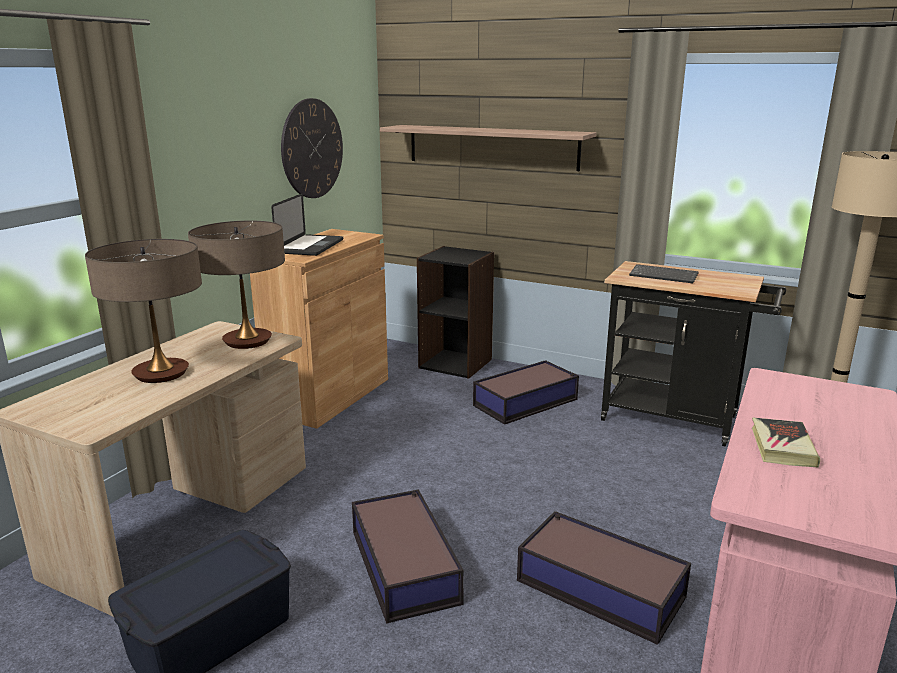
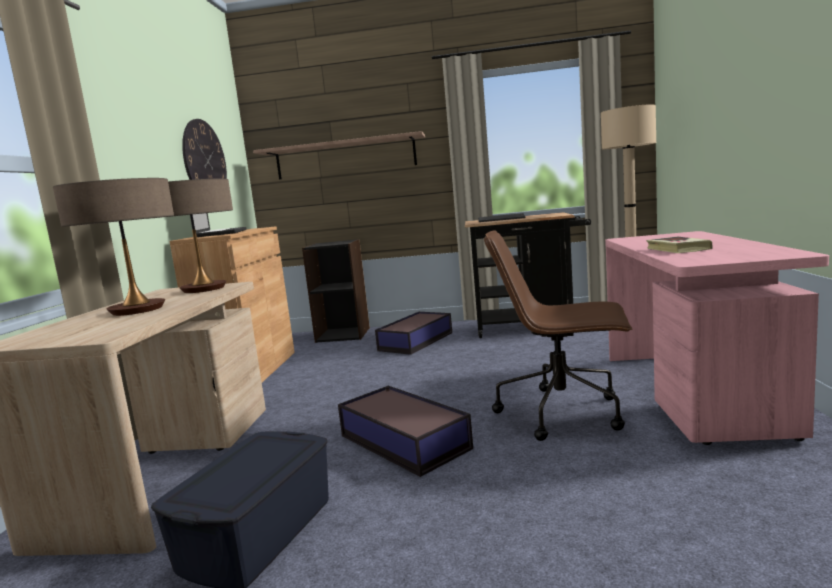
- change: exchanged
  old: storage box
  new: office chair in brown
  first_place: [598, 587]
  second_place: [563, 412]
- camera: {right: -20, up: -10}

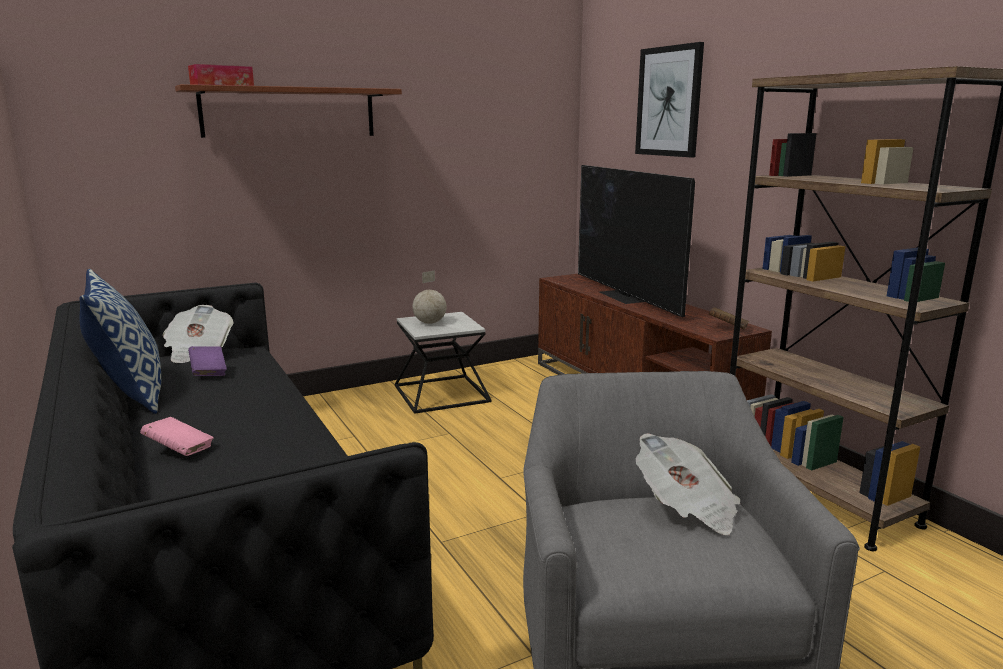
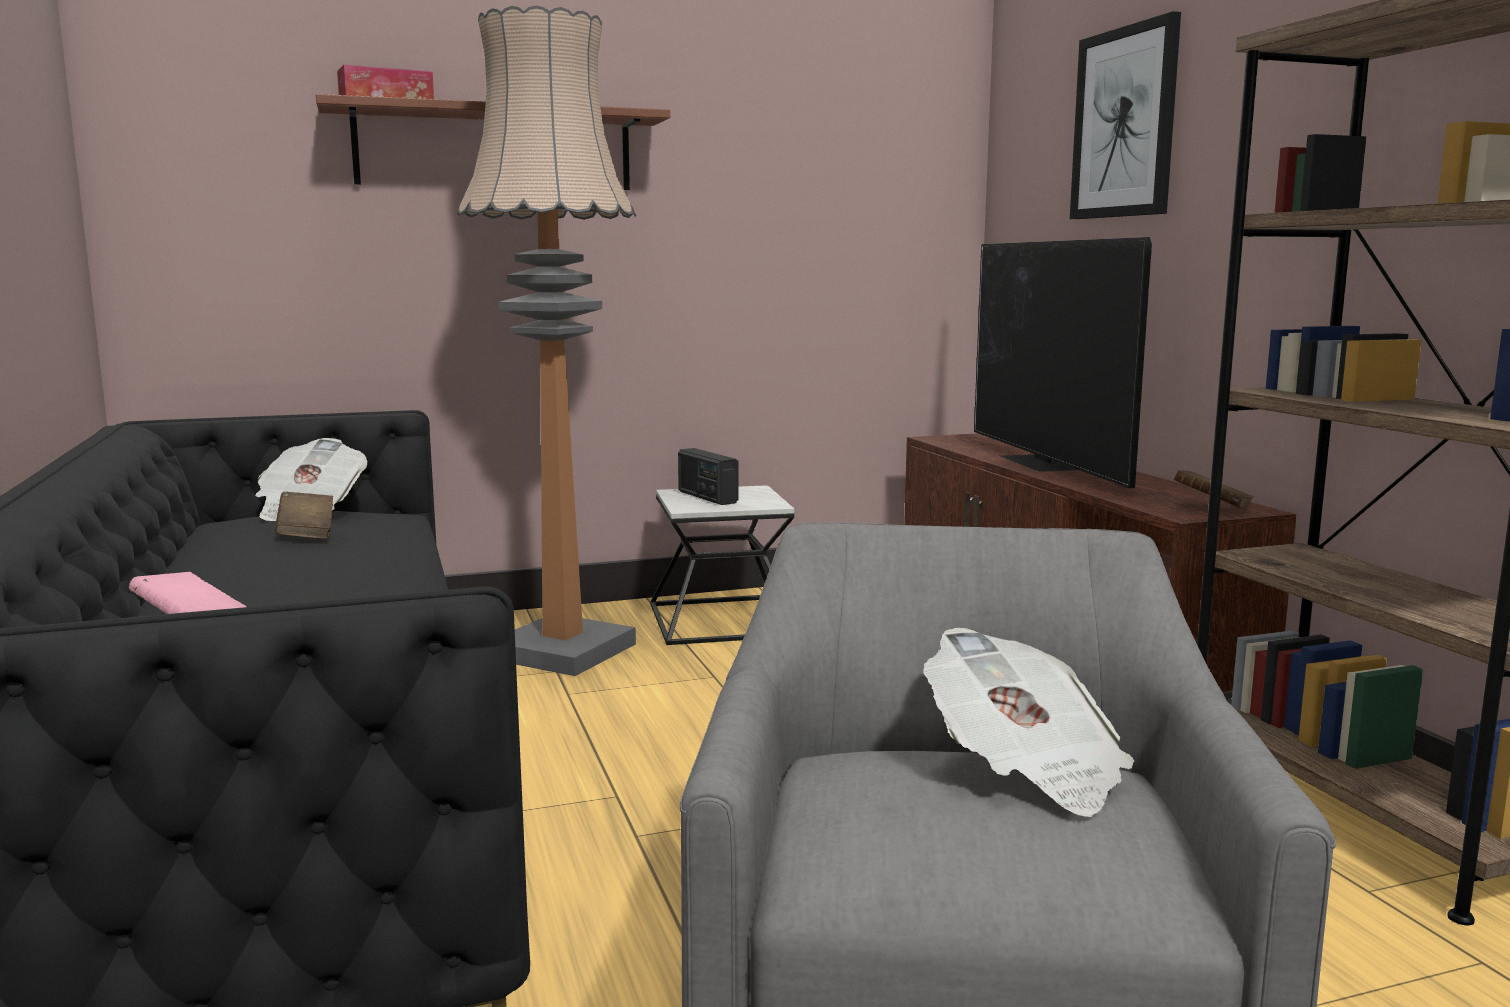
- change: missing
  old: pillow
  first_place: [130, 395]
- change: colour
  old: book in purple
  new: book in brown
  first_place: [208, 372]
  second_place: [306, 533]
- change: exchanged
  old: globe
  new: radio
  first_place: [430, 323]
  second_place: [707, 497]
- change: appeared
  new: floor lamp
  second_place: [563, 651]
- camera: {right: 10, up: -5}

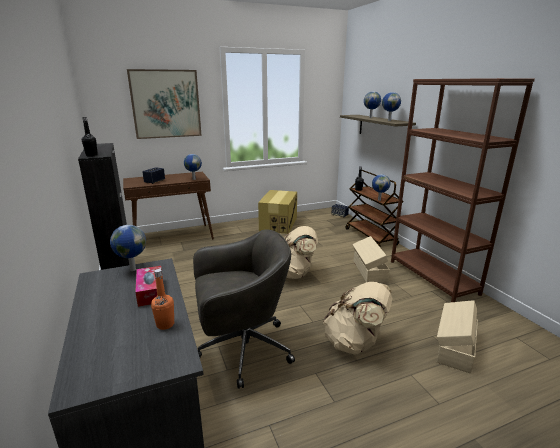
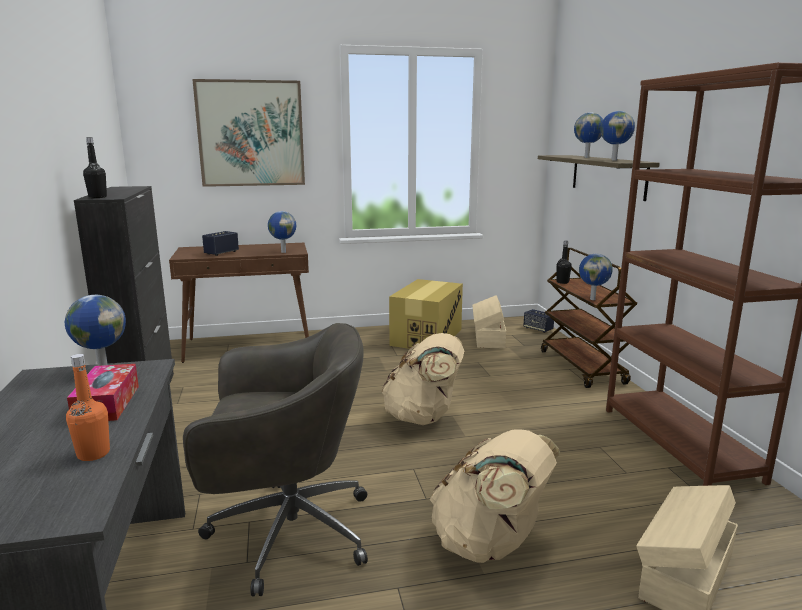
- change: relocated
  old: storage box in beige
  first_place: [369, 271]
  second_place: [488, 338]
- camera: {right: 10, up: -5}

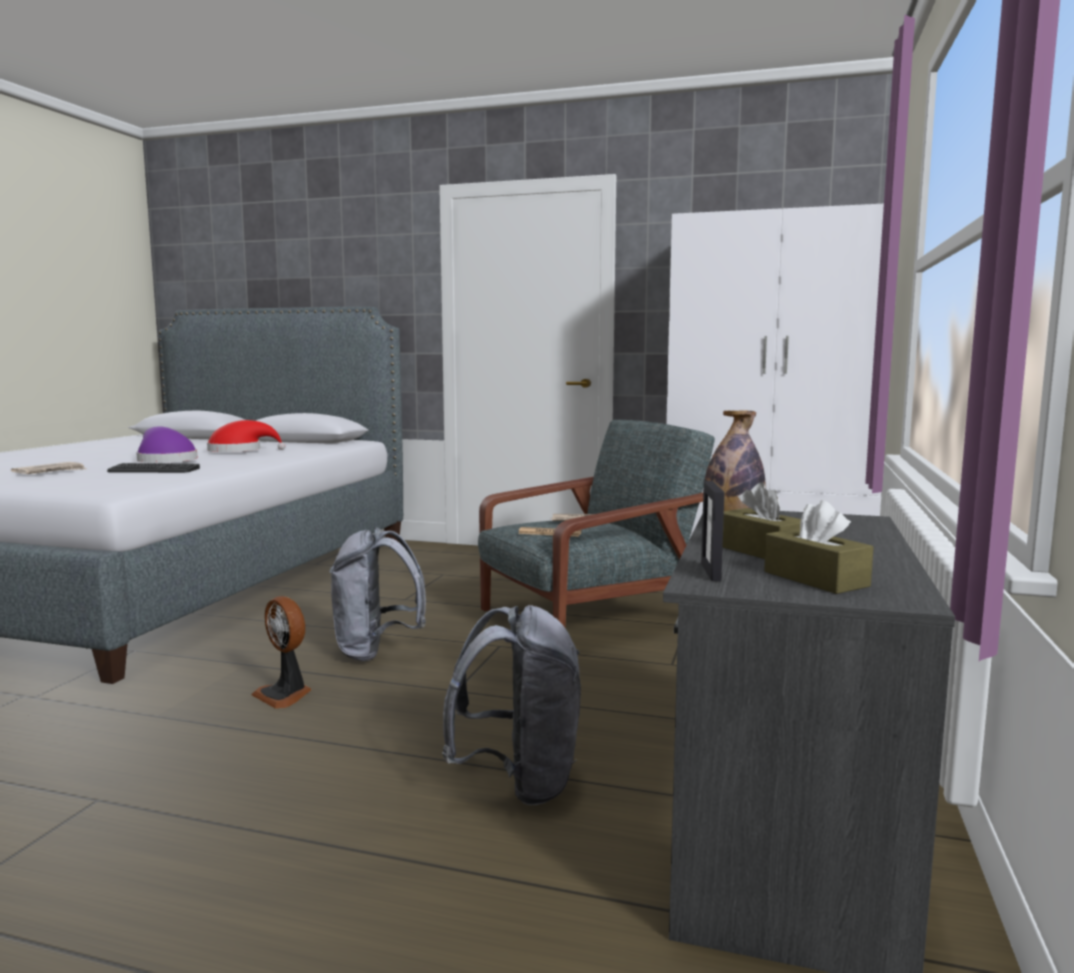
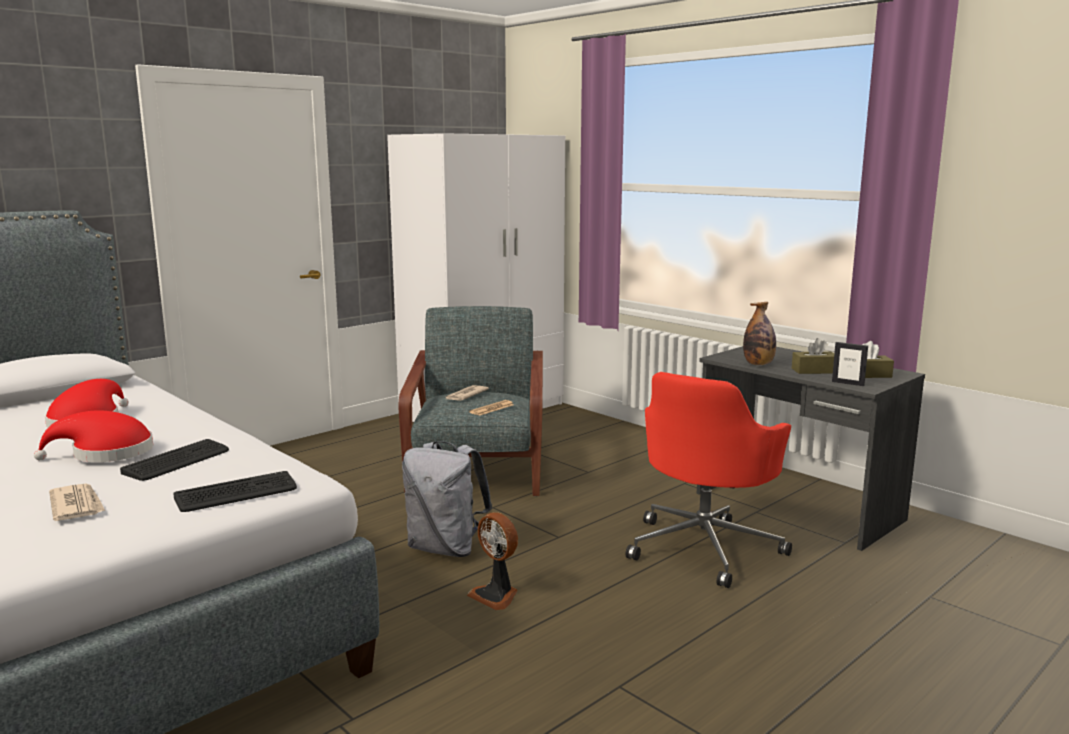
- change: colour
  old: hat in purple
  new: hat in red
  first_place: [164, 461]
  second_place: [106, 453]
- change: spun
  old: fan
  first_place: [285, 695]
  second_place: [496, 595]
  degrees: 60
- change: exchanged
  old: backpack in grey
  new: office chair in red
  first_place: [519, 782]
  second_place: [705, 547]
- change: appeared
  new: keyboard
  second_place: [236, 493]
- camera: {right: -60, up: 5}

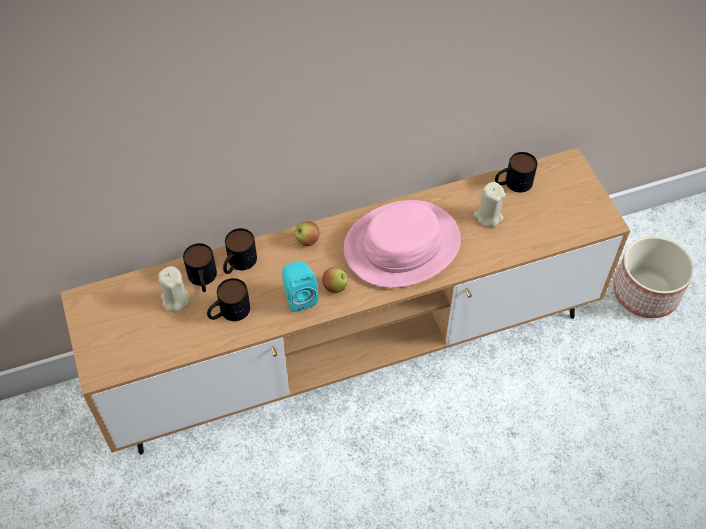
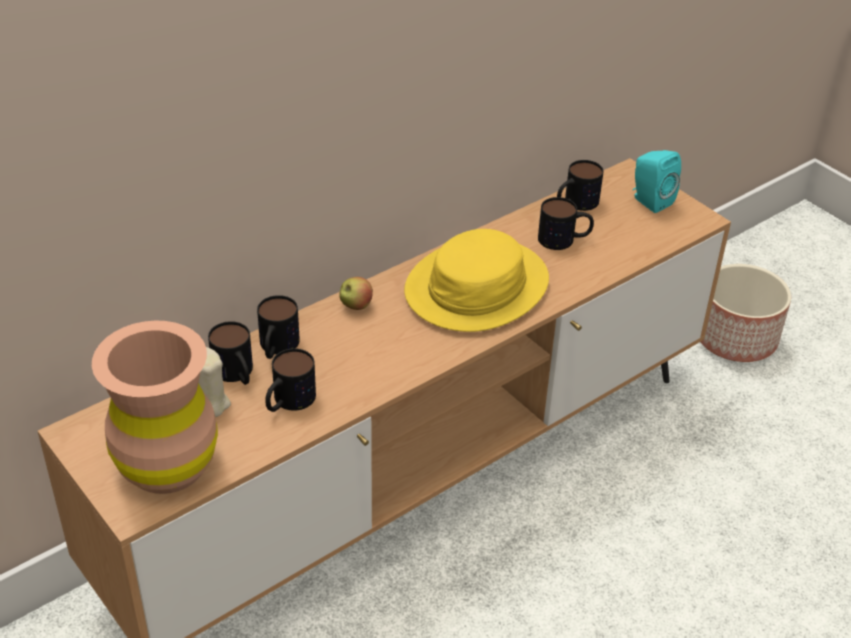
- change: relocated
  old: speaker in turquoise
  first_place: [299, 296]
  second_place: [649, 201]
- change: missing
  old: apple
  first_place: [335, 287]
- change: colour
  old: hat in pink
  new: hat in yellow
  first_place: [402, 245]
  second_place: [477, 287]
- change: exchanged
  old: candle in beige
  new: mug
  first_place: [488, 216]
  second_place: [564, 239]
- change: appeared
  new: vase in brown
  second_place: [167, 465]
- camera: {right: -20, up: -15}

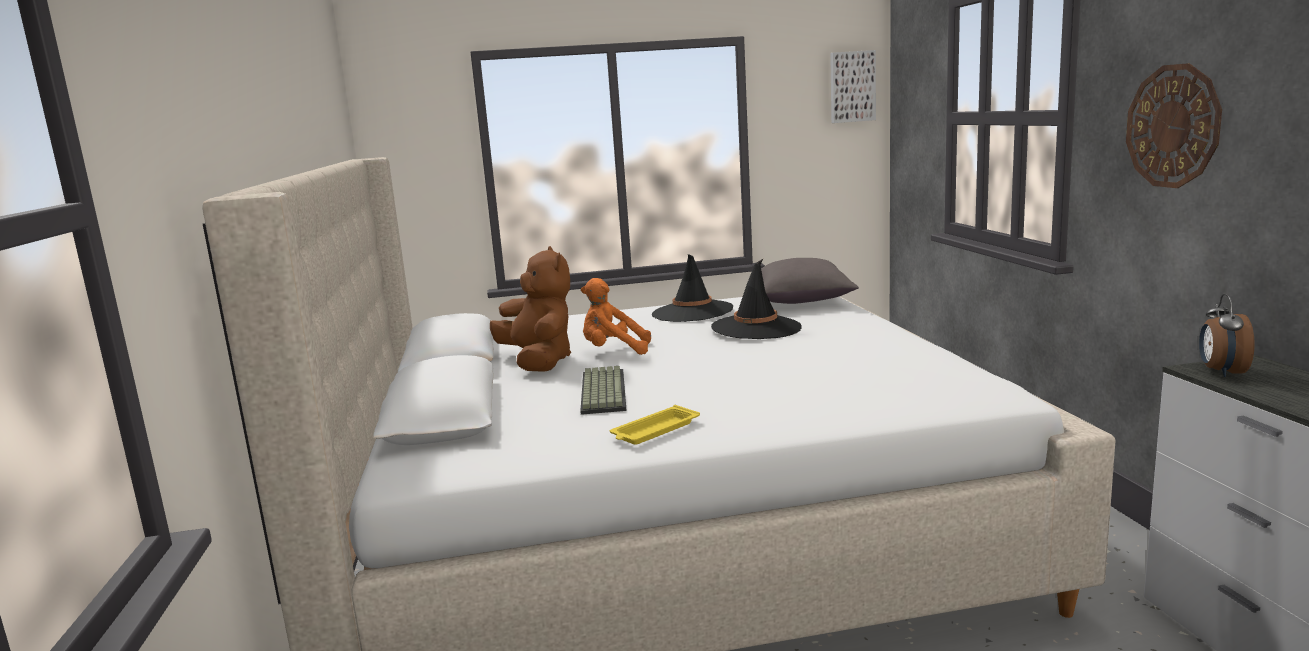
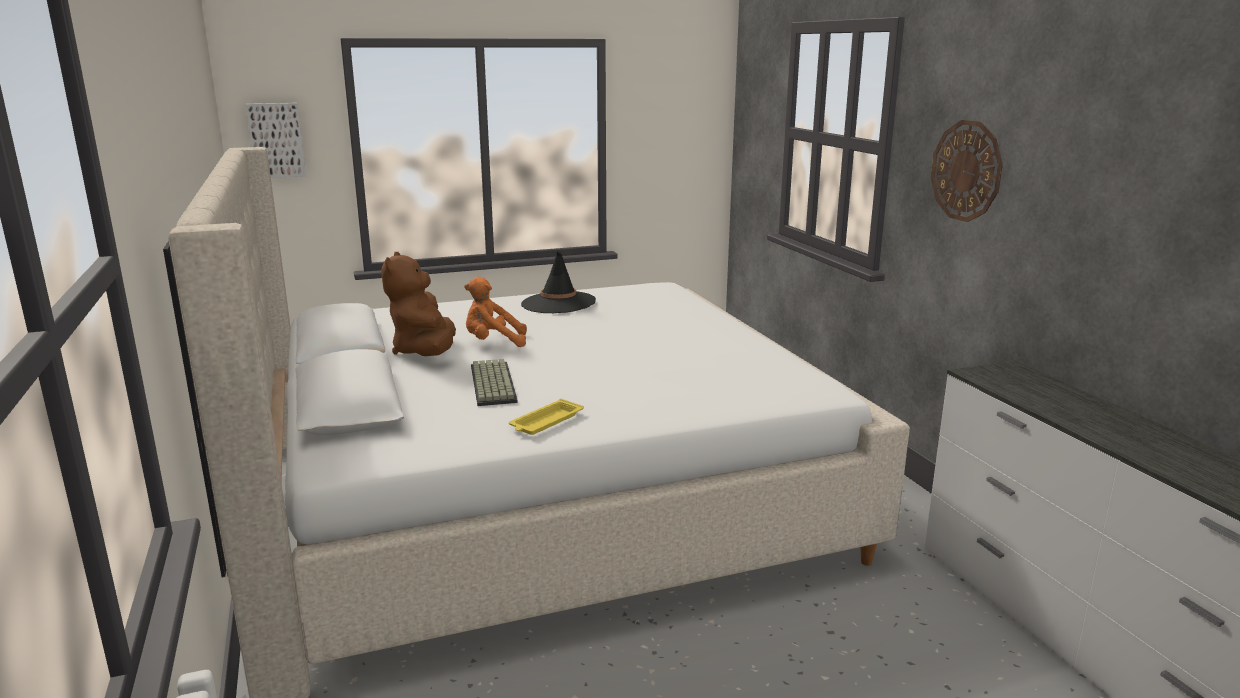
- change: spun
  old: plush toy in brown
  first_place: [538, 362]
  second_place: [425, 352]
  degrees: -150
- change: missing
  old: hat in black
  first_place: [756, 328]
- change: missing
  old: pillow in grey
  first_place: [802, 301]
- change: relocated
  old: picture
  first_place: [851, 87]
  second_place: [276, 140]
- change: missing
  old: alarm clock
  first_place: [1221, 372]
- camera: {right: -10, up: 5}

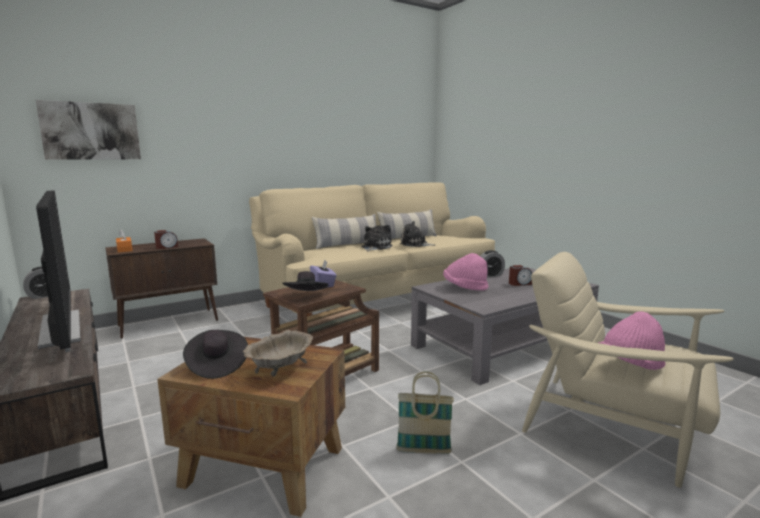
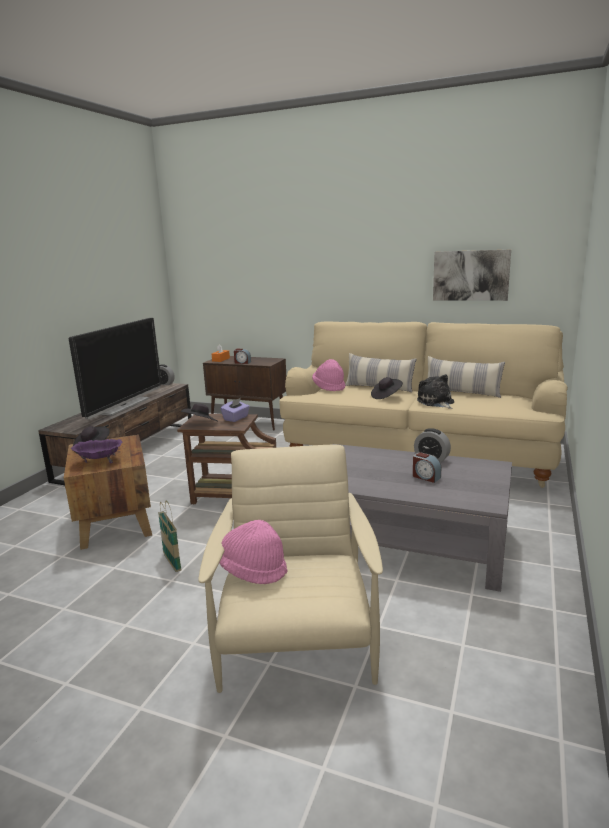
- change: relocated
  old: picture
  first_place: [91, 131]
  second_place: [471, 275]
- change: colour
  old: bowl in beige
  new: bowl in purple
  first_place: [280, 369]
  second_place: [99, 461]
- change: exchanged
  old: plush toy
  new: hat in black
  first_place: [375, 247]
  second_place: [386, 396]
- change: relocated
  old: hat in pink
  first_place: [465, 288]
  second_place: [329, 387]
- camera: {right: 55, up: 5}

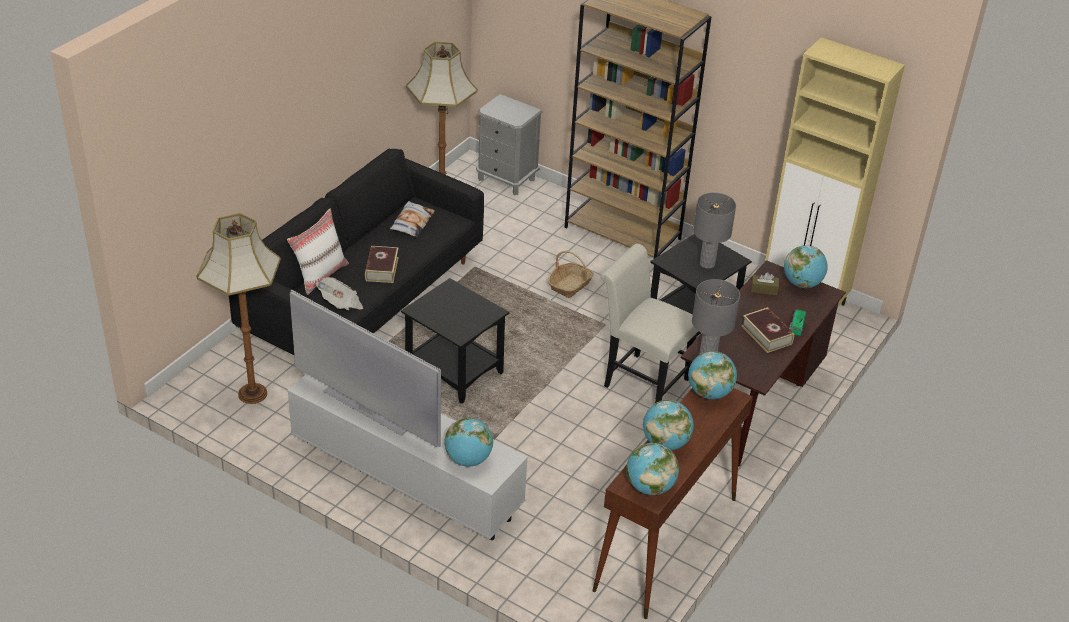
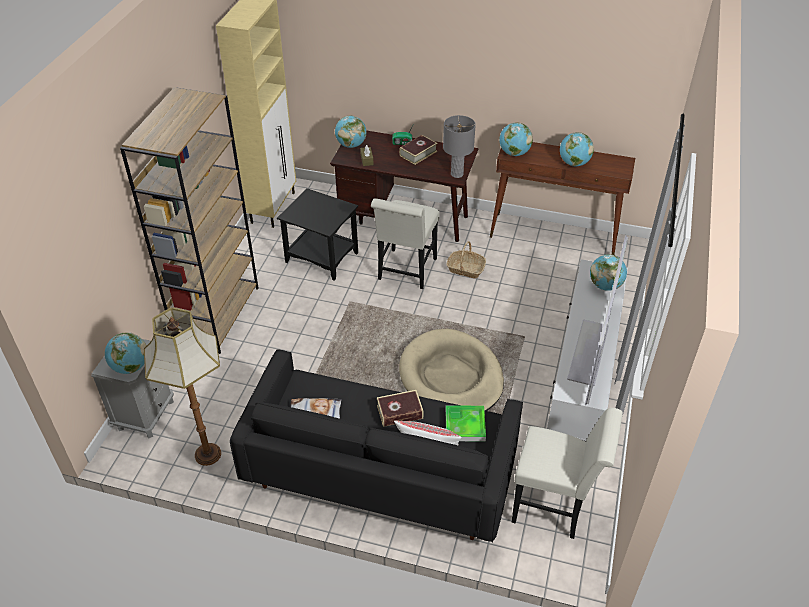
- change: exchanged
  old: floor lamp
  new: chair in white
  first_place: [252, 394]
  second_place: [554, 507]
- change: exchanged
  old: newspaper
  new: tray
  first_place: [341, 304]
  second_place: [465, 425]
- change: exchanged
  old: side table in black
  new: dog bed in beige
  first_place: [453, 371]
  second_place: [451, 377]
- change: relocated
  old: basket
  first_place: [570, 285]
  second_place: [465, 269]
- change: relocated
  old: globe
  first_place: [649, 487]
  second_place: [130, 367]
- change: missing
  old: table lamp in grey
  first_place: [707, 264]
- camera: {right: -105, up: 5}

